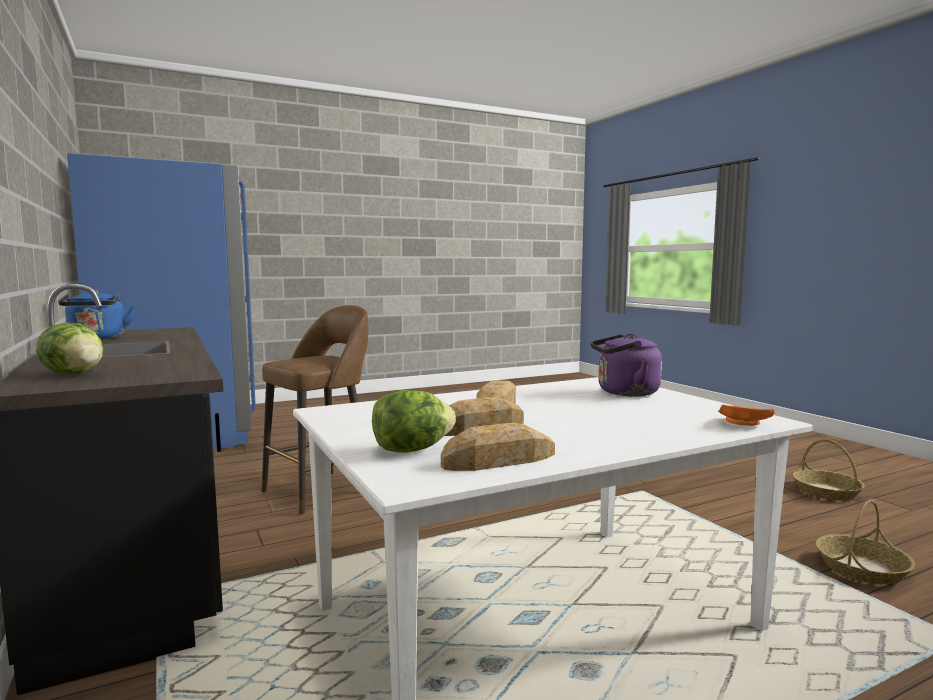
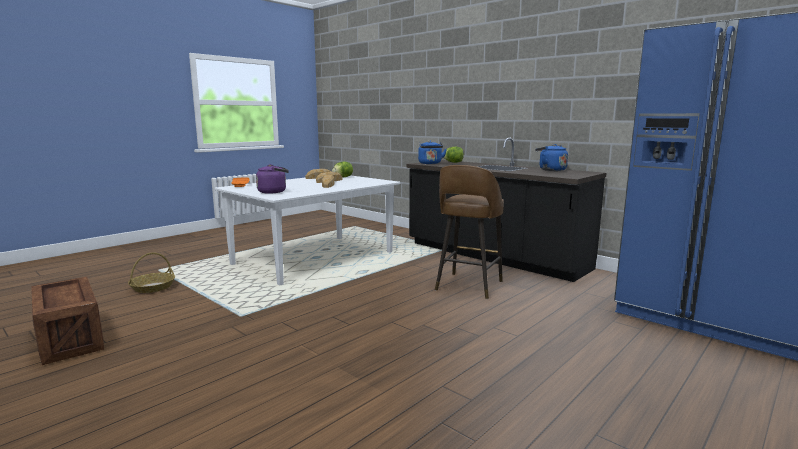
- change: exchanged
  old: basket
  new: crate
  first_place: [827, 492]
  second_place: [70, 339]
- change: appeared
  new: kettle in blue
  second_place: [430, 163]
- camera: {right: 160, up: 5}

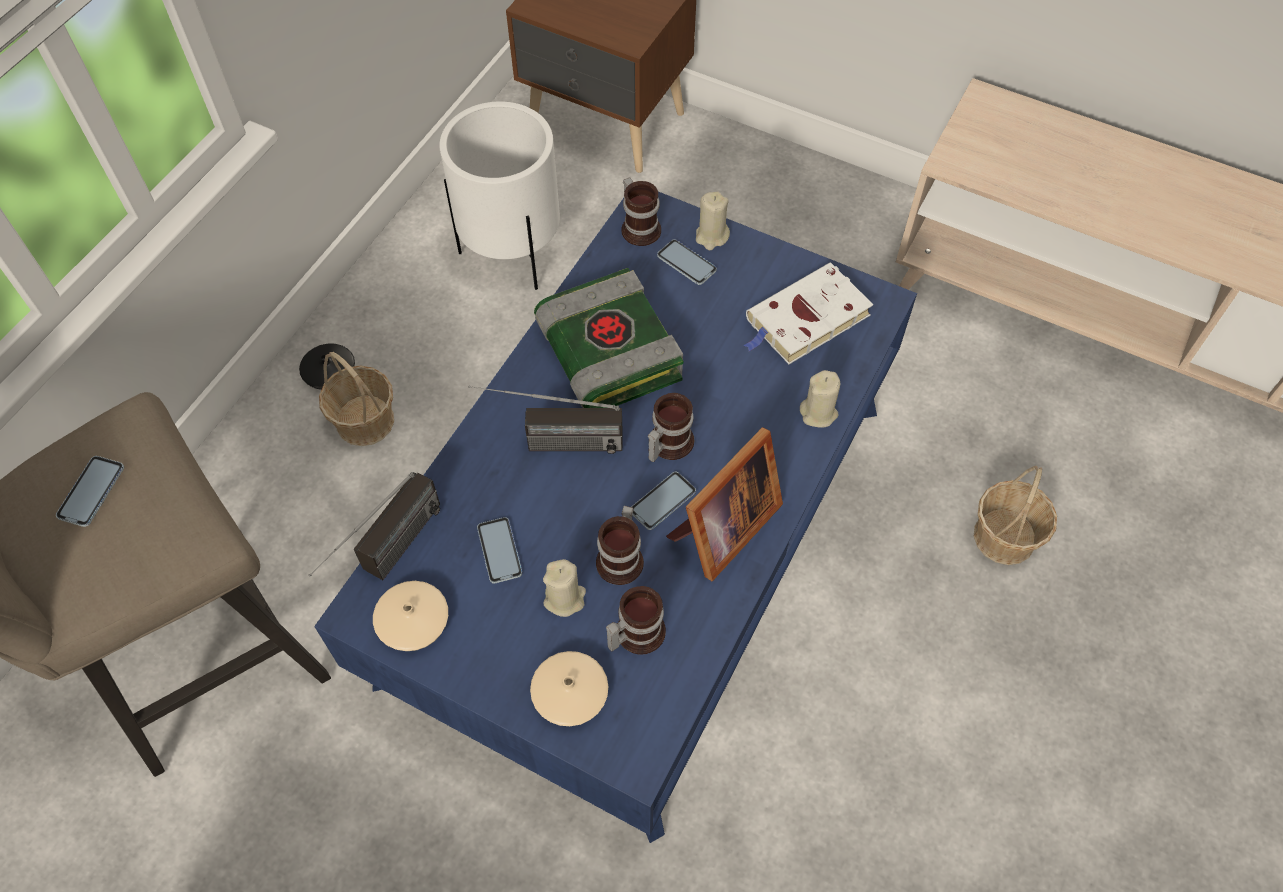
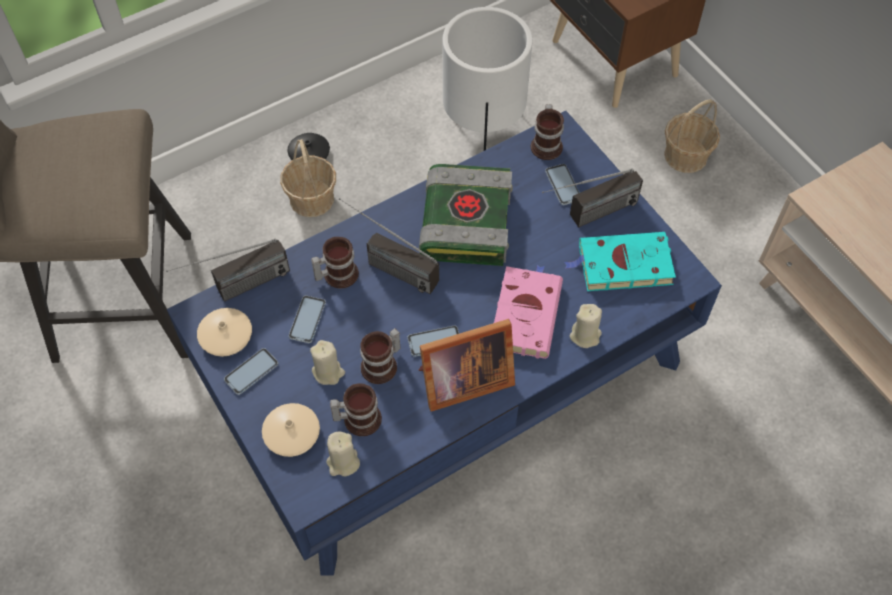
- change: relocated
  old: phone
  first_place: [91, 492]
  second_place: [251, 372]
- change: relocated
  old: mug
  first_place: [667, 443]
  second_place: [337, 274]
- change: relocated
  old: candle in beige
  first_place: [711, 236]
  second_place: [343, 462]
- change: colour
  old: book in white
  new: book in turquoise
  first_place: [805, 320]
  second_place: [622, 265]
- change: relocated
  old: basket
  first_place: [1005, 536]
  second_place: [686, 155]
- change: appeared
  new: book in pink
  second_place: [525, 313]
- change: appeared
  new: radio
  second_place: [588, 217]
- camera: {right: 30, up: 0}

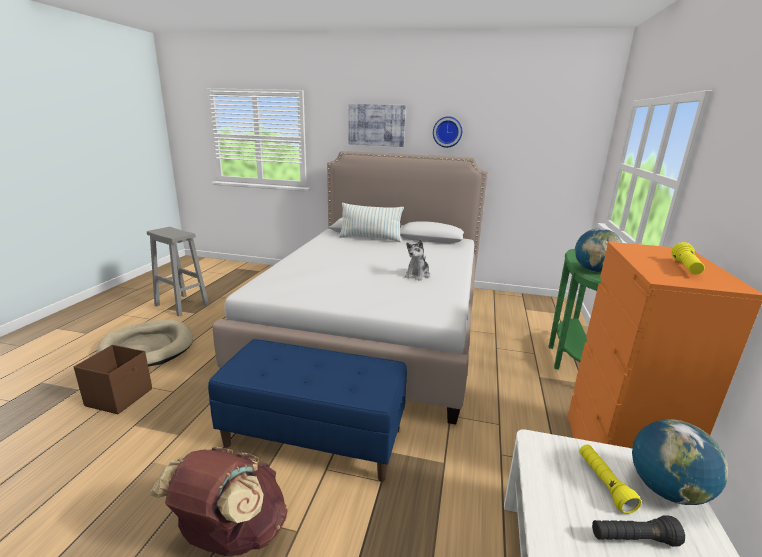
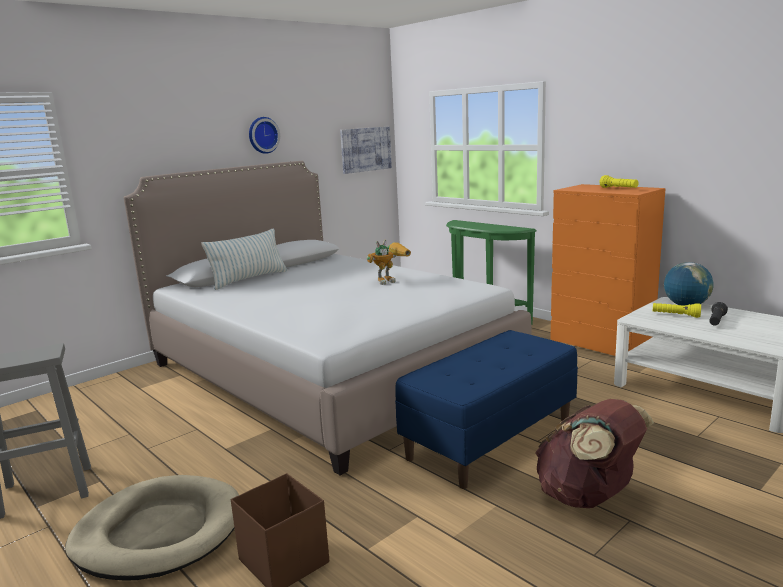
- change: relocated
  old: picture
  first_place: [376, 125]
  second_place: [365, 149]
- change: exchanged
  old: plush toy
  new: toy robot
  first_place: [417, 275]
  second_place: [390, 280]
- change: missing
  old: globe
  first_place: [593, 270]
- camera: {right: -55, up: -5}

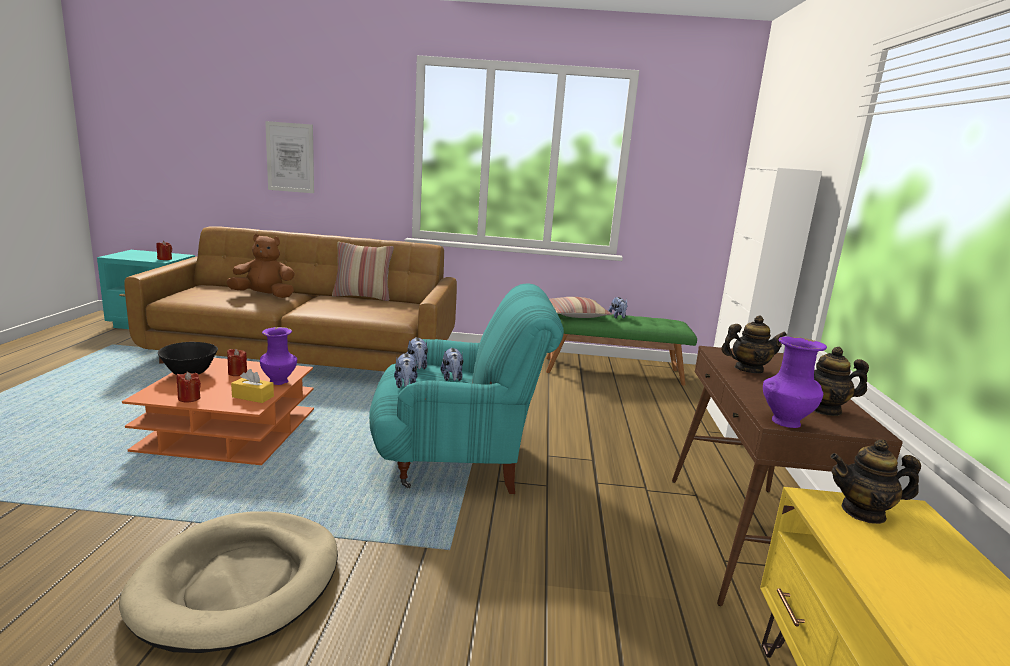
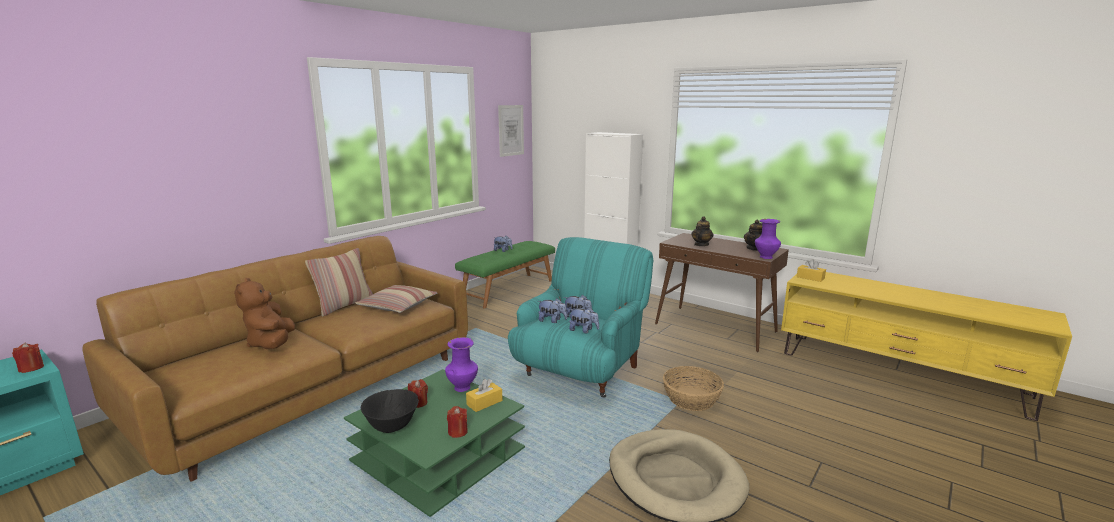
- change: colour
  old: coffee table in orange
  new: coffee table in green
  first_place: [229, 430]
  second_place: [438, 455]
- change: spun
  old: plush toy in brown
  first_place: [264, 296]
  second_place: [271, 344]
  degrees: -45
- change: relocated
  old: picture
  first_place: [290, 157]
  second_place: [511, 130]
- change: relocated
  old: pillow
  first_place: [576, 315]
  second_place: [398, 306]
- change: exchanged
  old: teapot
  new: tissue box in yellow
  first_place: [863, 512]
  second_place: [810, 278]
- change: appeared
  new: basket
  second_place: [691, 399]
- camera: {right: -55, up: 0}

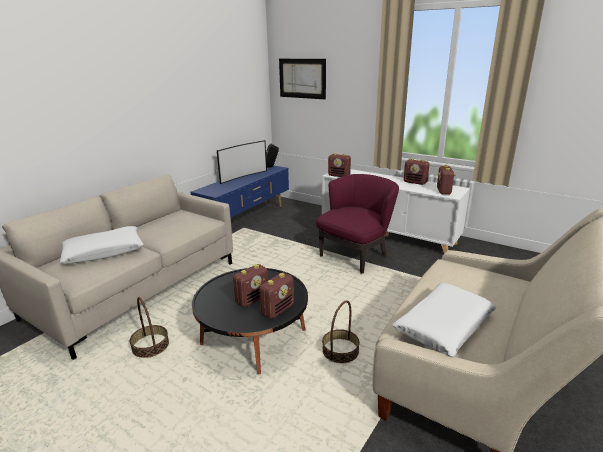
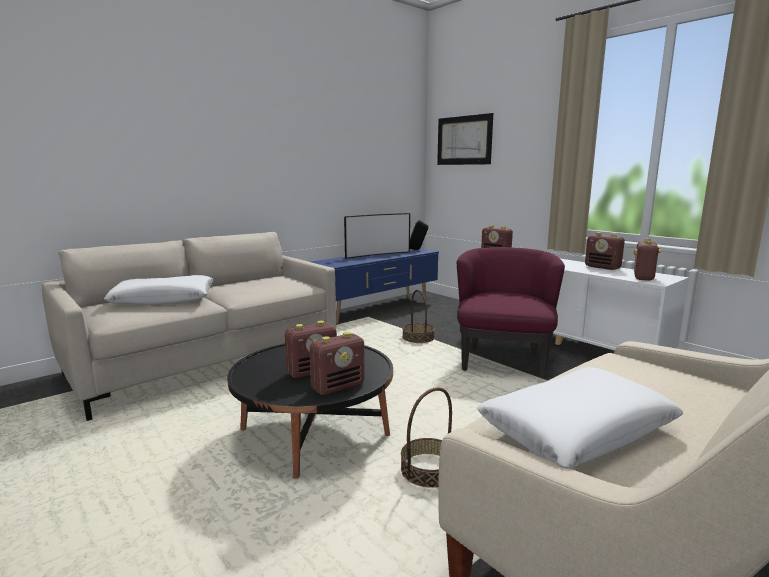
- change: relocated
  old: basket
  first_place: [150, 346]
  second_place: [418, 338]
- change: spun
  old: armchair in purple
  first_place: [355, 256]
  second_place: [503, 361]
  degrees: -45
- camera: {right: 15, up: -10}

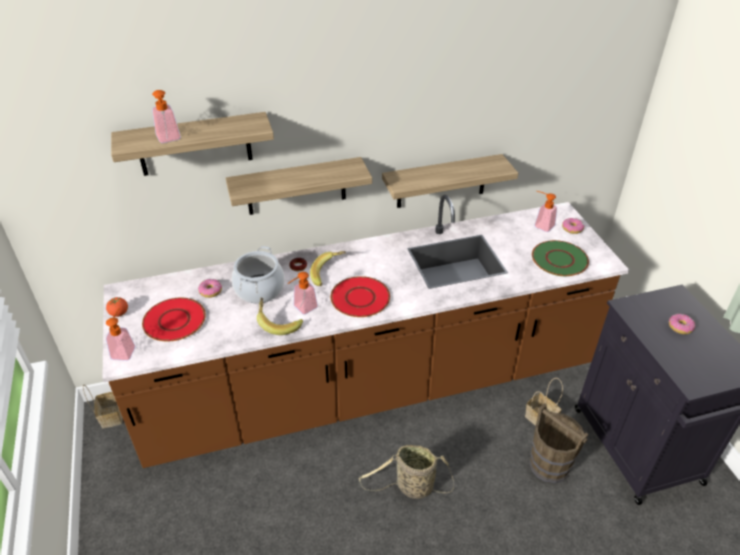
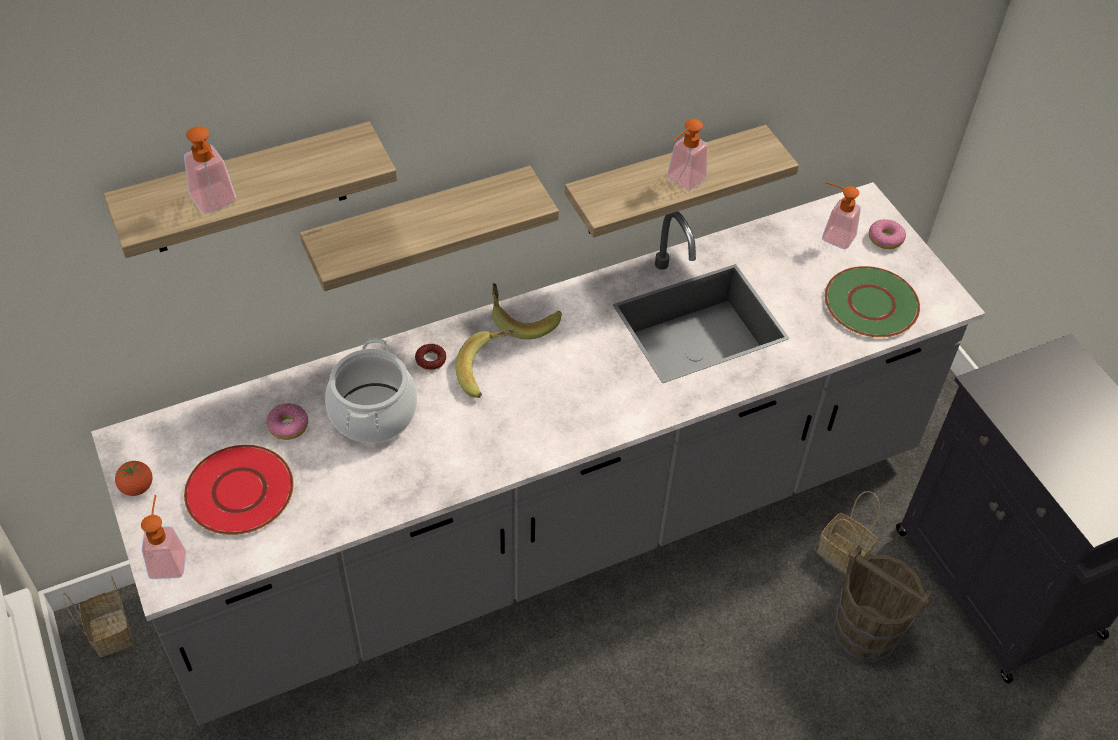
- change: colour
  old: counter in brown
  new: counter in grey
  first_place: [370, 386]
  second_place: [552, 526]
- change: relocated
  old: banana
  first_place: [278, 323]
  second_place: [522, 320]
- change: relocated
  old: soap dispenser
  first_place: [302, 308]
  second_place: [682, 181]
- change: missing
  old: plate in red
  first_place: [360, 298]
- change: missing
  old: basket
  first_place: [411, 487]
- change: missing
  old: donut
  first_place: [680, 327]
- camera: {right: -10, up: 10}

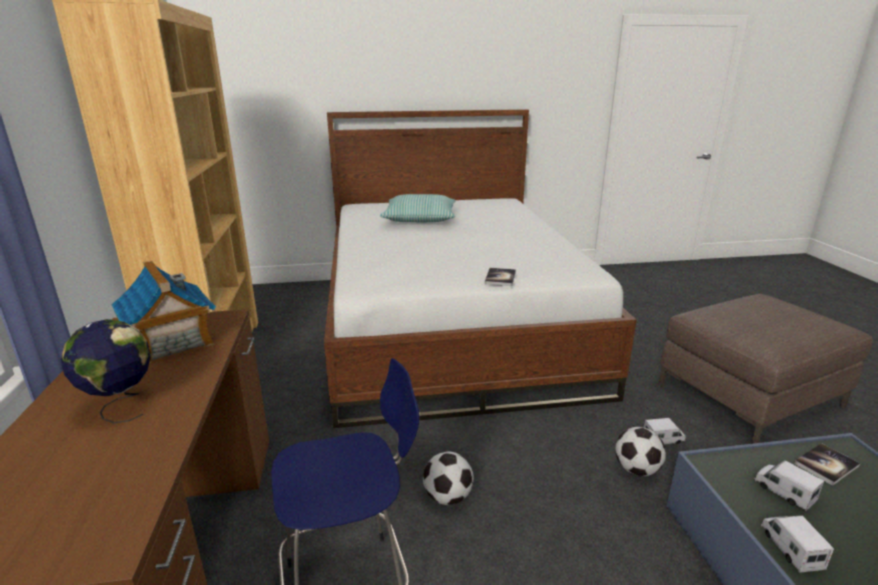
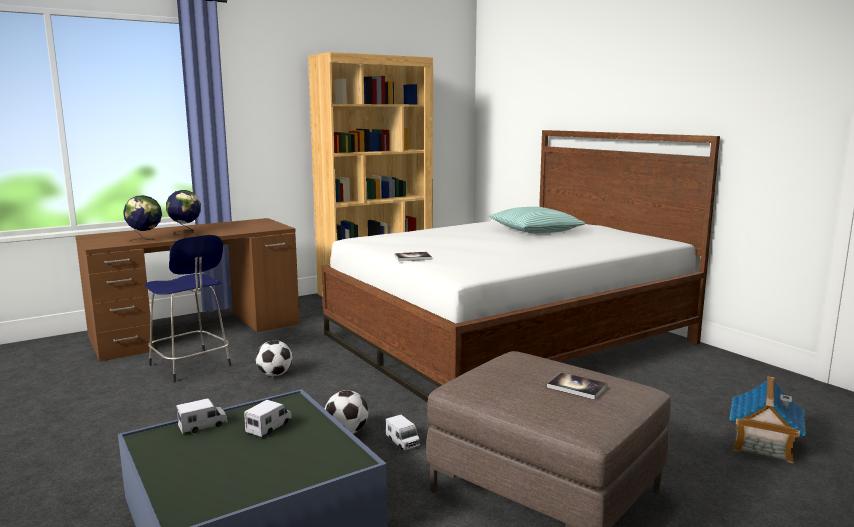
- change: relocated
  old: toy house
  first_place: [171, 342]
  second_place: [762, 445]
- change: relocated
  old: book
  first_place: [826, 465]
  second_place: [577, 387]
- change: appeared
  new: globe
  second_place: [145, 240]
- camera: {right: 65, up: -10}

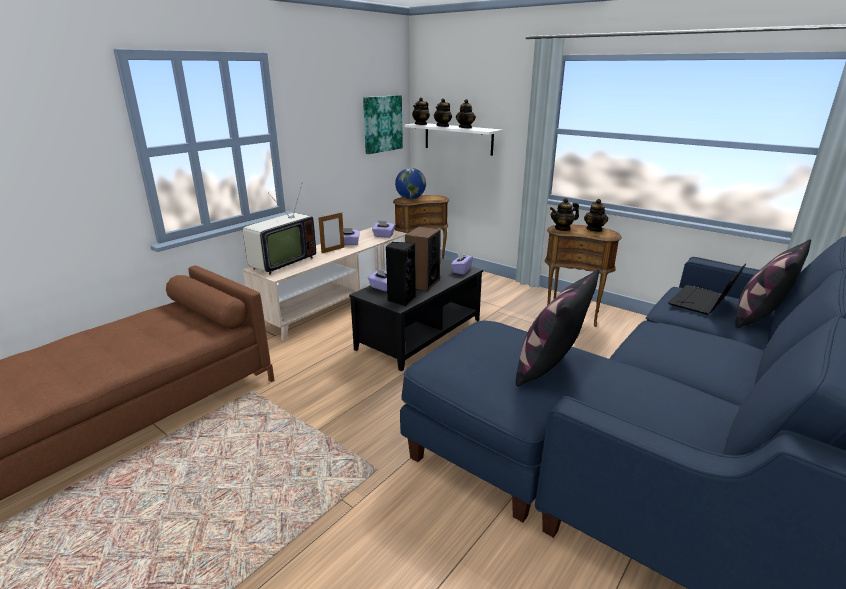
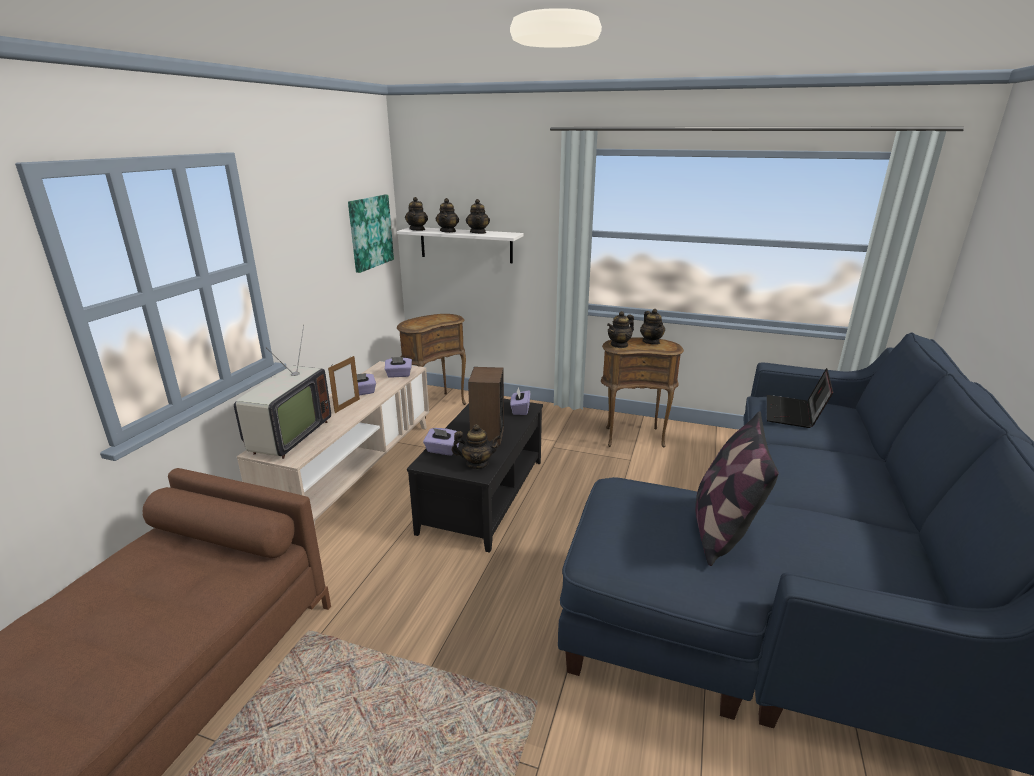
- change: exchanged
  old: speaker in black
  new: teapot
  first_place: [401, 299]
  second_place: [477, 464]
- change: missing
  old: globe
  first_place: [410, 198]
- change: missing
  old: pillow
  first_place: [759, 317]
- camera: {right: -20, up: 0}

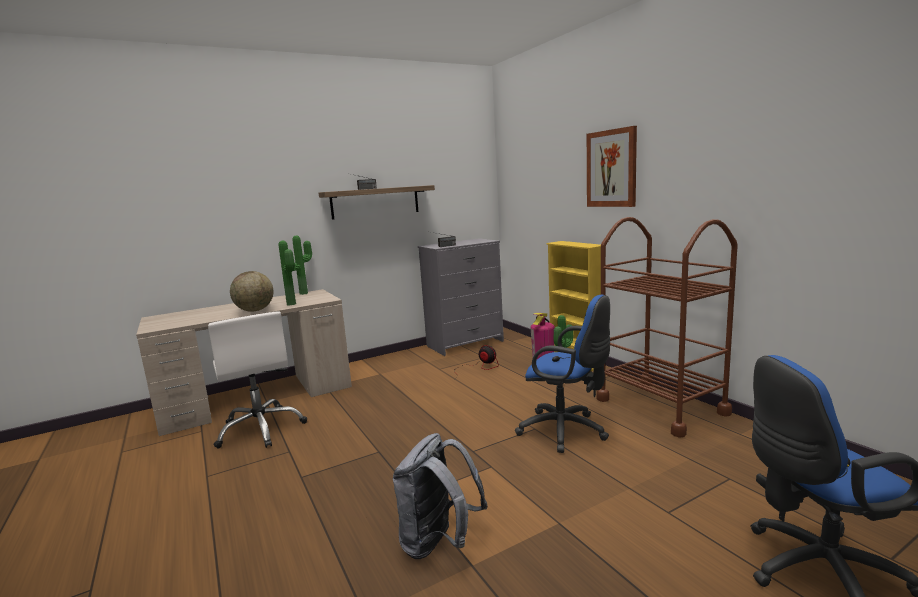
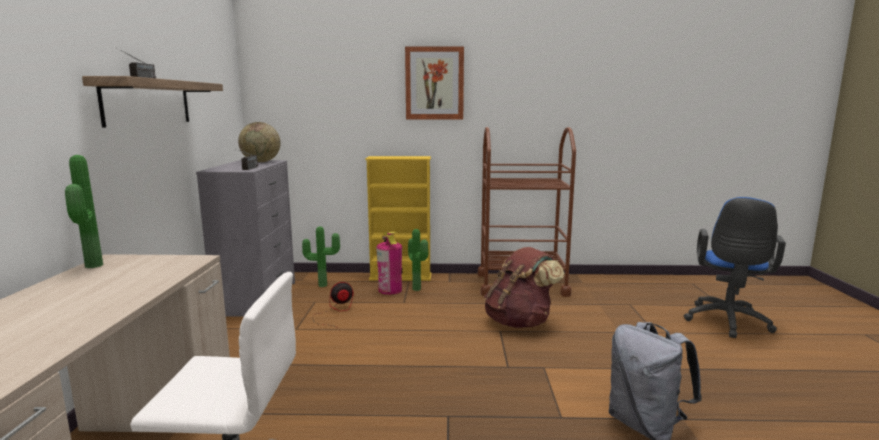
- change: relocated
  old: globe
  first_place: [255, 310]
  second_place: [261, 162]
- change: relocated
  old: potted plant
  first_place: [293, 304]
  second_place: [323, 285]
- change: exchanged
  old: office chair in blue
  new: backpack in brown
  first_place: [566, 431]
  second_place: [520, 322]
- camera: {right: -60, up: 0}

